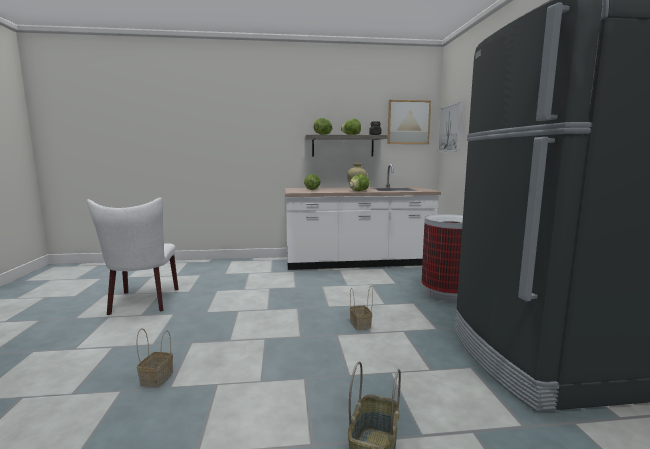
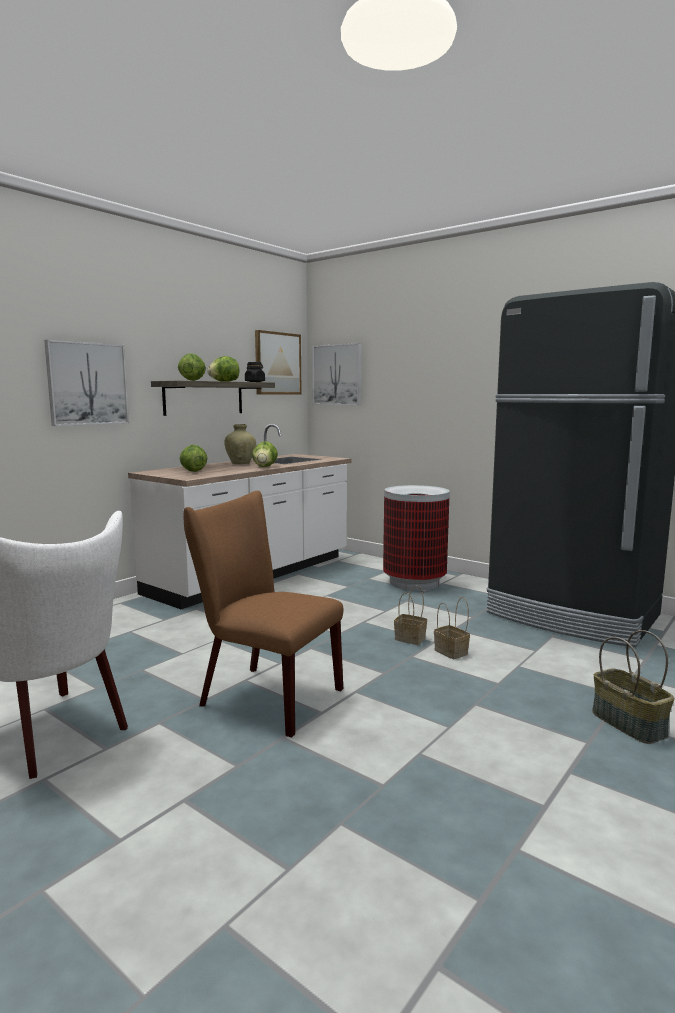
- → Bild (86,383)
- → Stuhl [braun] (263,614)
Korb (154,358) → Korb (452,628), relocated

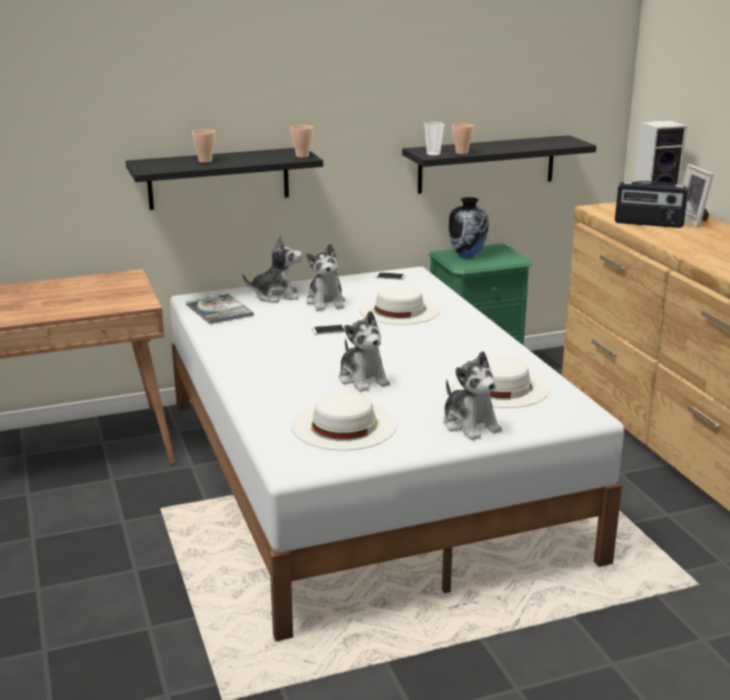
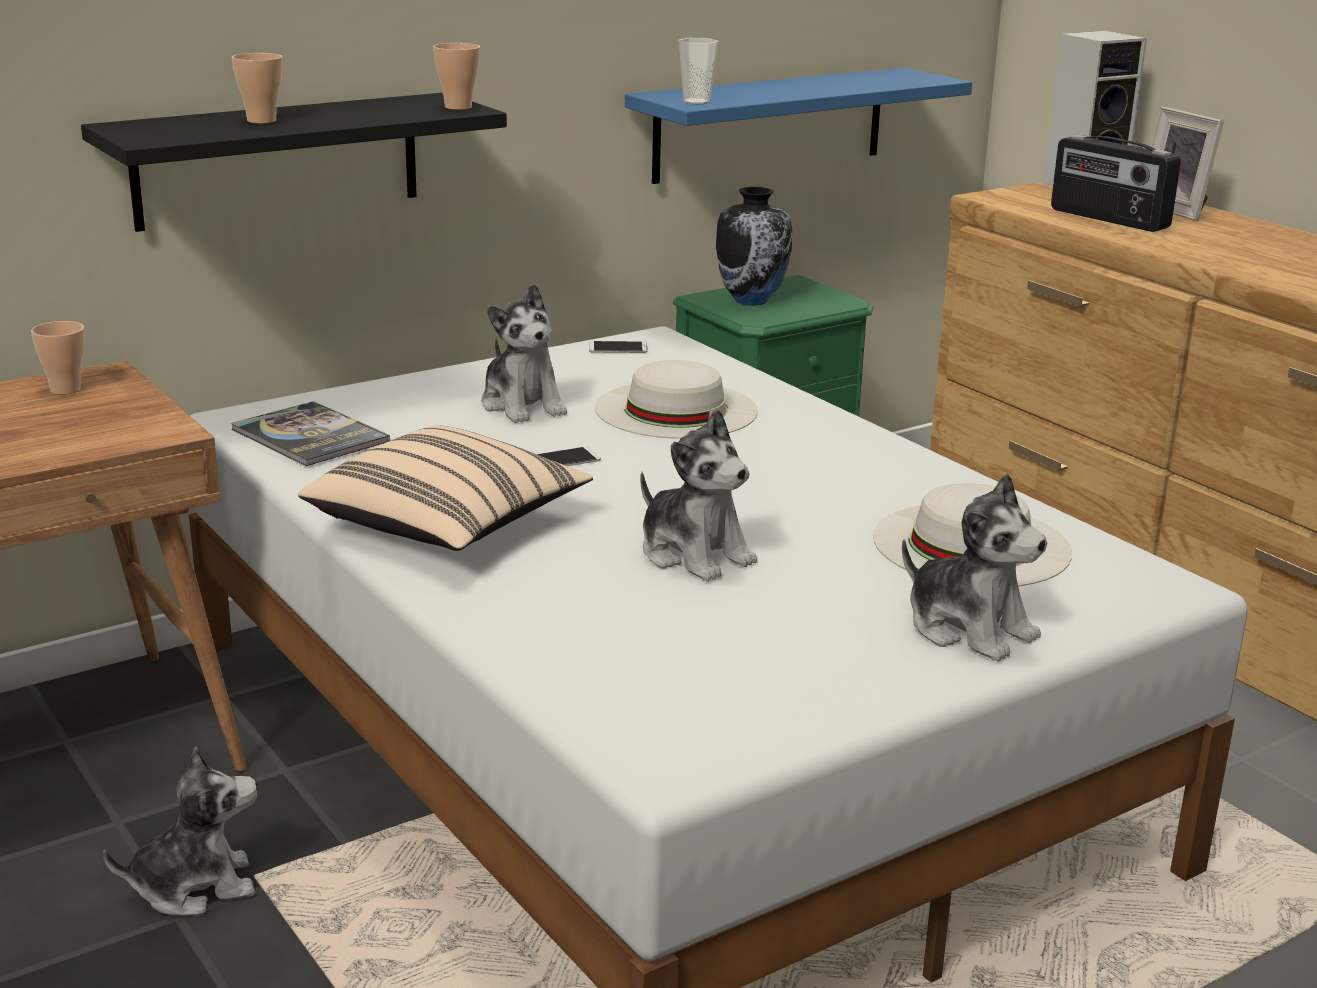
Tasse (463,138) → Tasse (58,358), relocated
Plüschtier (272,269) → Plüschtier (180,831), relocated
- → Kissen [beige] (445,488)
Wandregal [schwarz] (499,164) → Wandregal [blau] (798,125)
Radio (651,204) → Radio (1116,183), 45 degrees clockwise
Hut [weiß] (344,421) → -

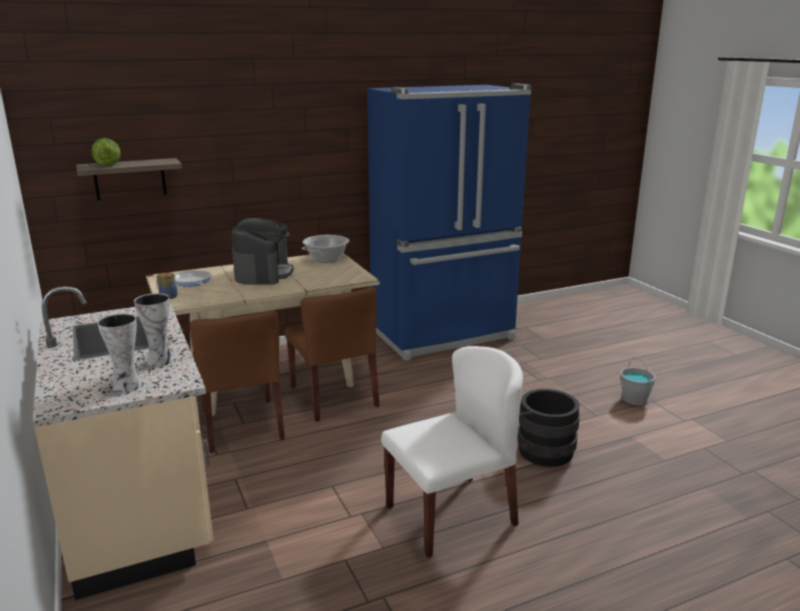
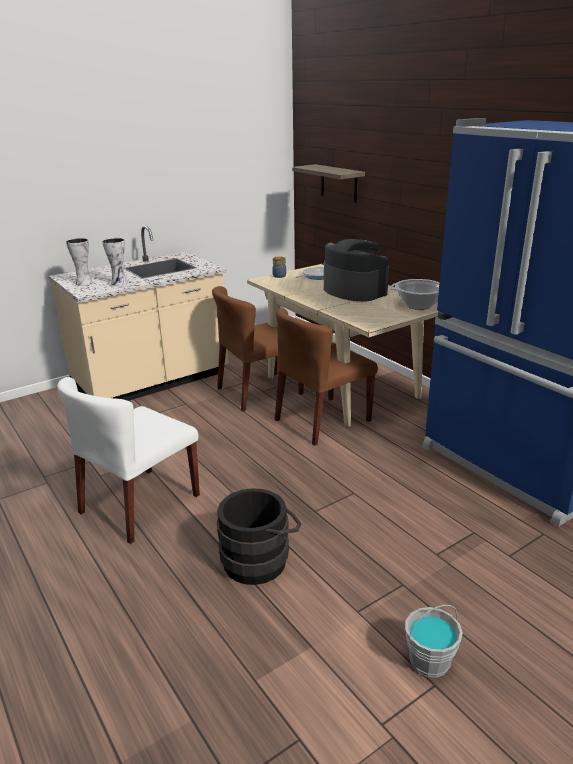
Stuhl [weiß] (452,452) → Stuhl [weiß] (128,460), 75 degrees clockwise
Kaffeemaschine (263,251) → Kaffeemaschine (356,270), 120 degrees counterclockwise
Salatkopf (106,152) → -

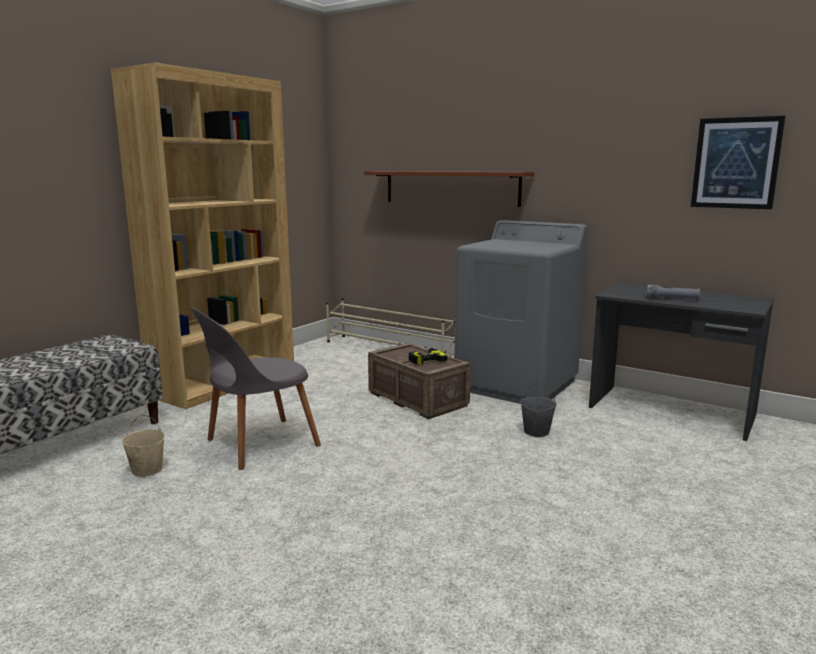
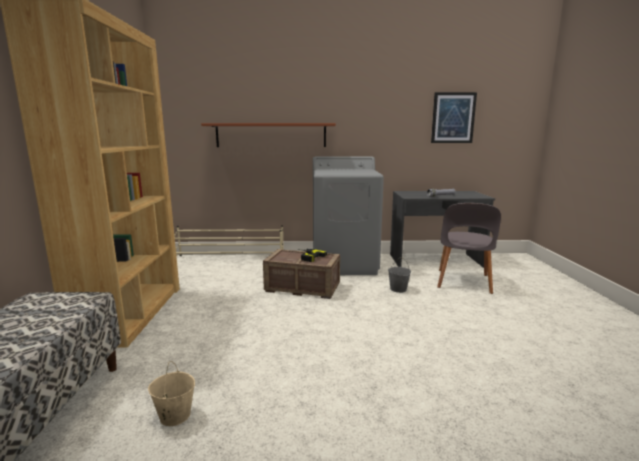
Stuhl [grau] (255,388) → Stuhl [grau] (469,248), relocated

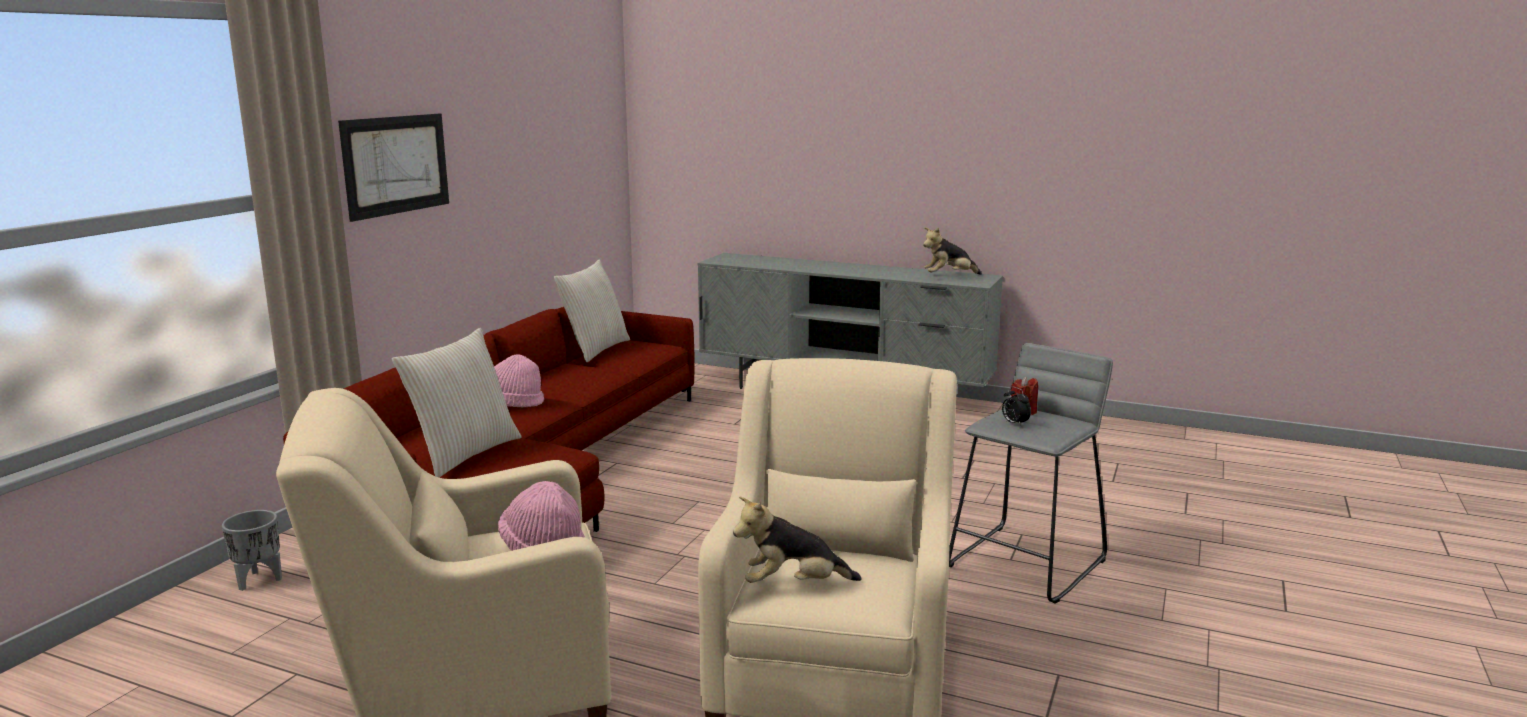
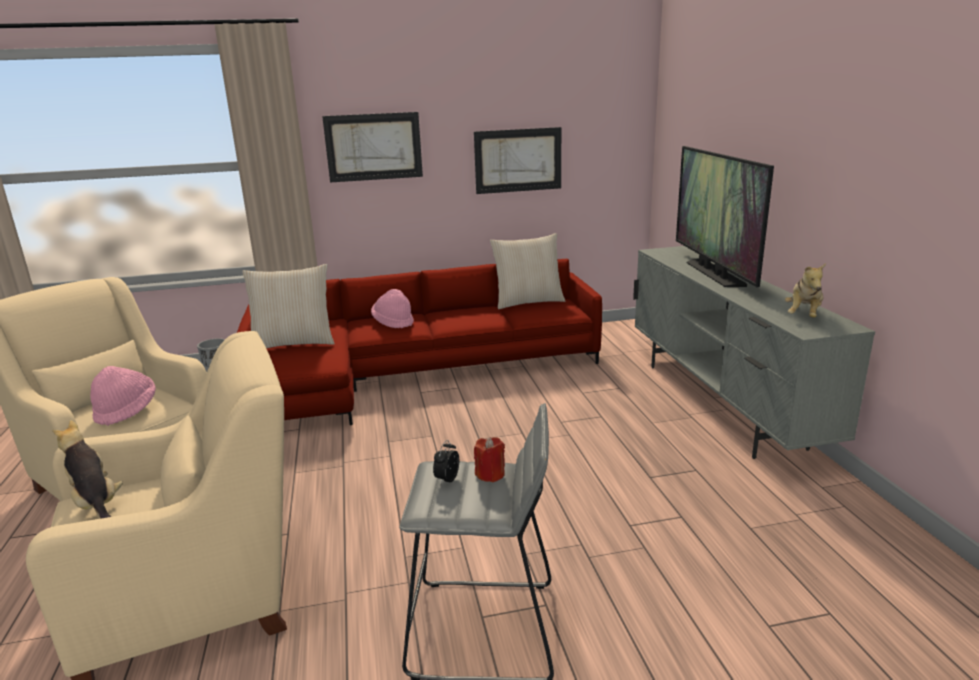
- → Bild (517,160)
- → Fernseher (725,216)
Plüschtier (952,251) → Plüschtier (805,290), 105 degrees counterclockwise

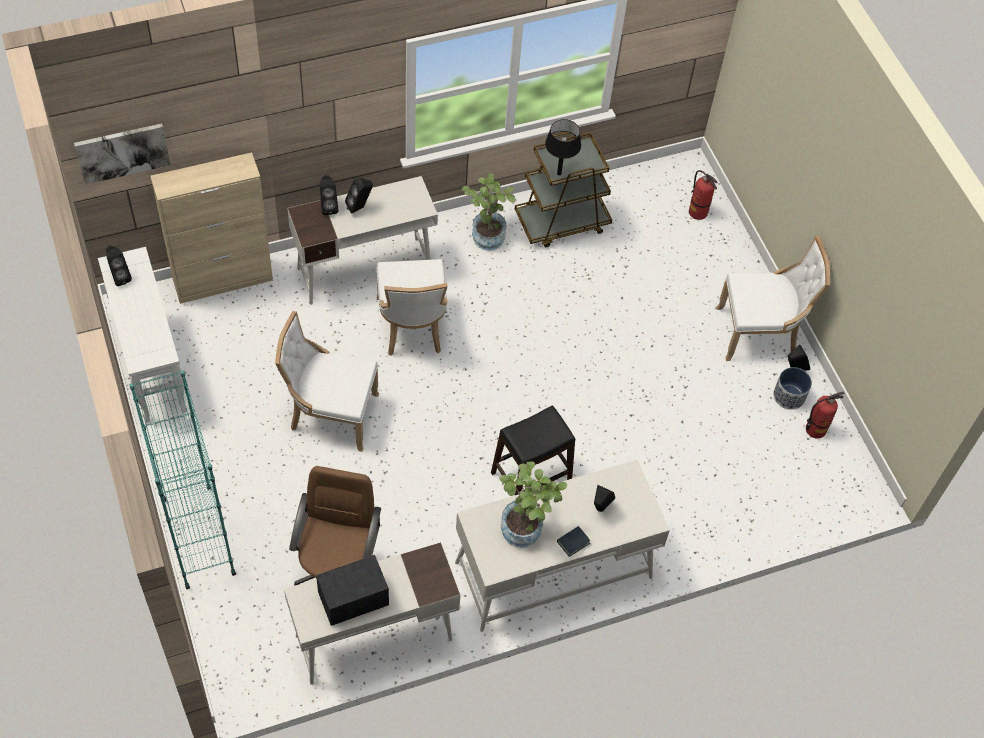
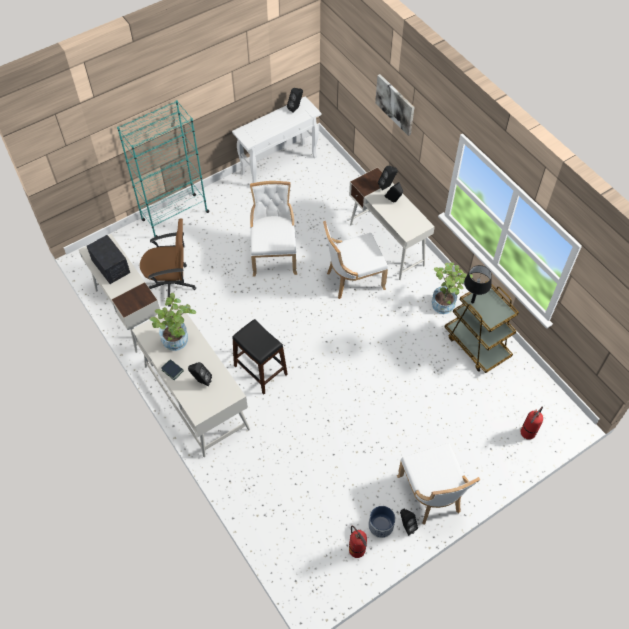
Bild (122,154) → Bild (394,105), relocated
Schrank [beige] (211,228) → -

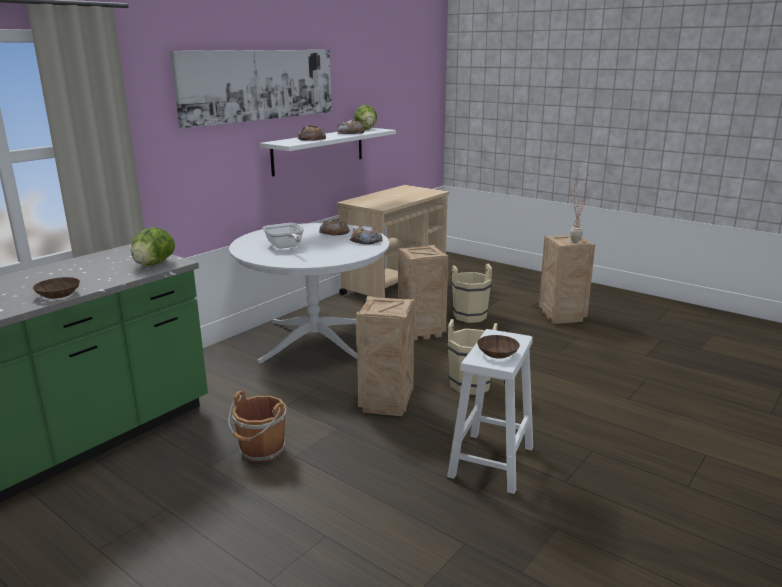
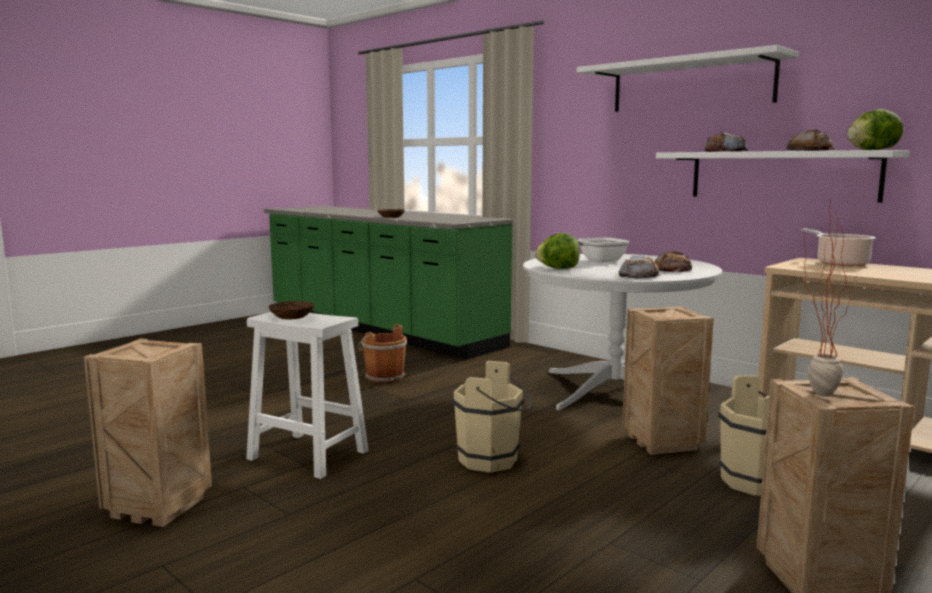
Kiste (385,356) → Kiste (148,432), relocated
Salatkopf (153,246) → Salatkopf (557,251), relocated
Bild (251,89) → Wandregal [weiß] (688,78)
- → Kochtopf (838,247)

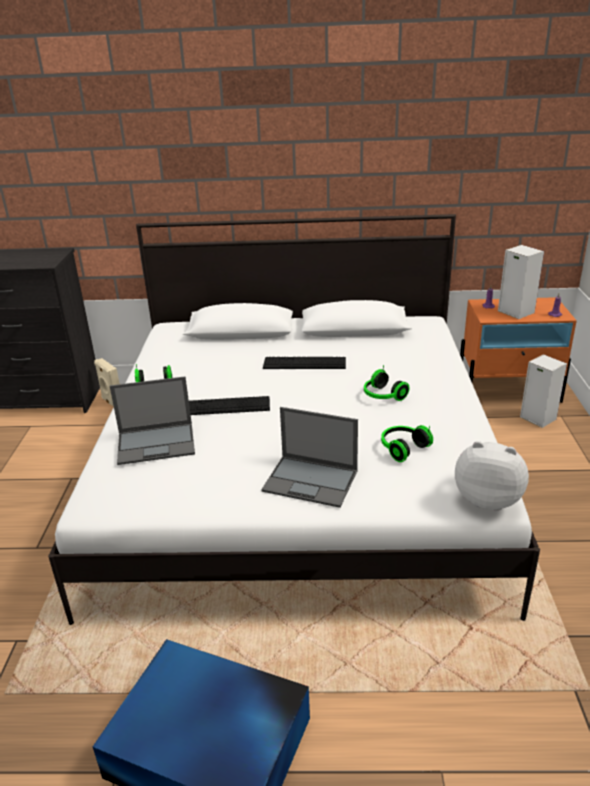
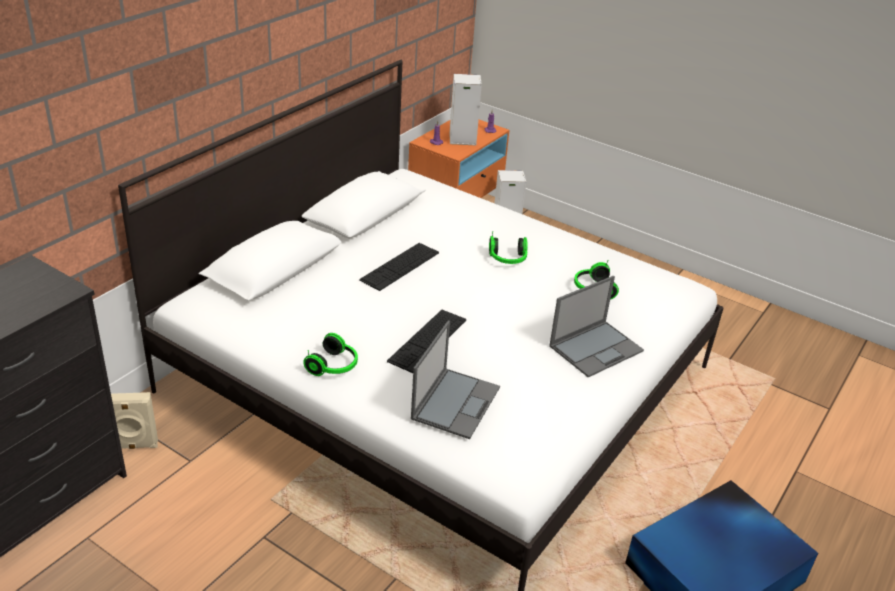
Plüschtier (492,476) → -

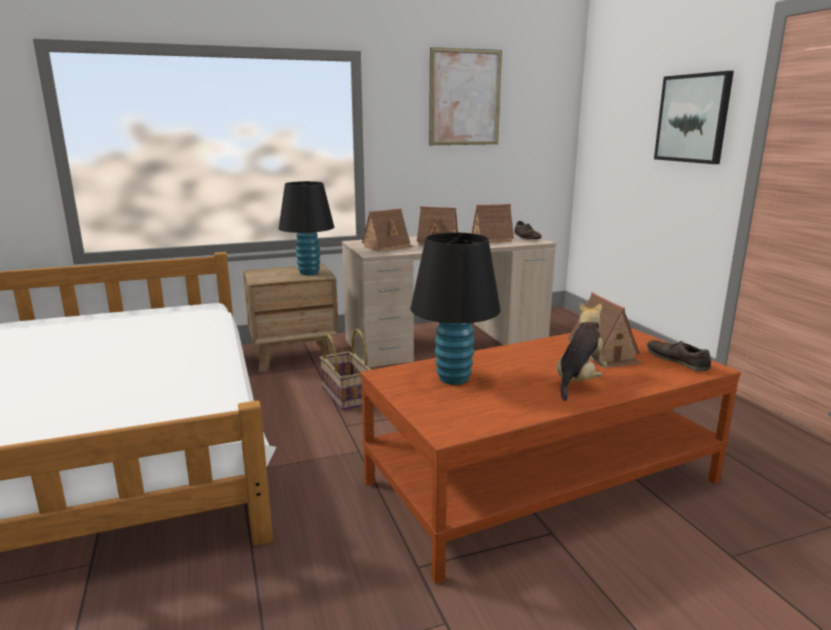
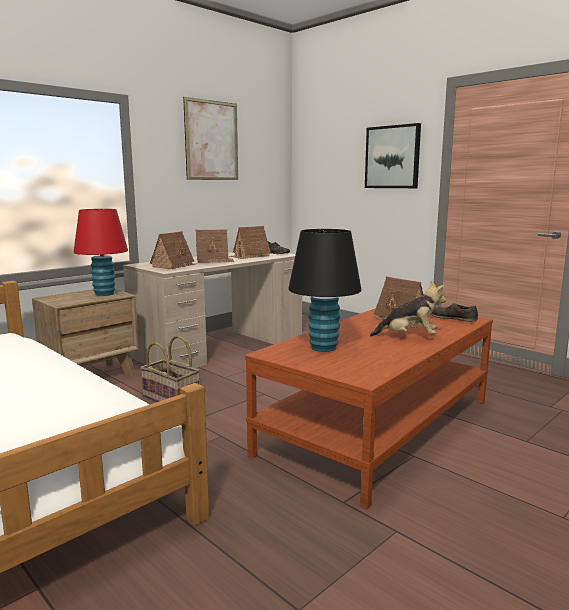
Tischlampe [schwarz] (306,228) → Tischlampe [rot] (100,252)
Plüschtier (582,351) → Plüschtier (408,308), 90 degrees clockwise

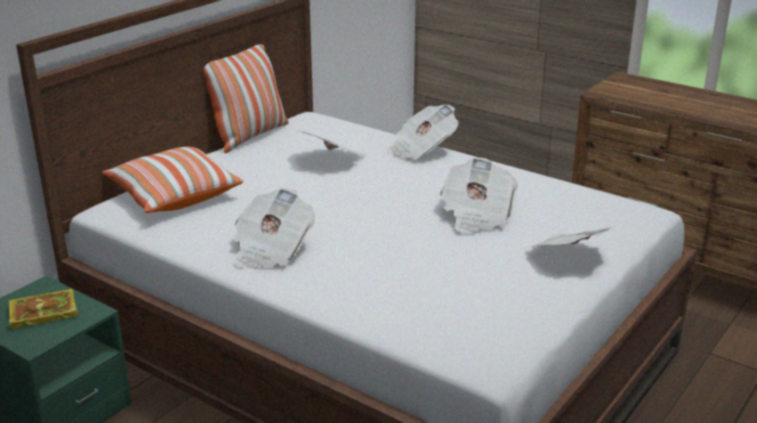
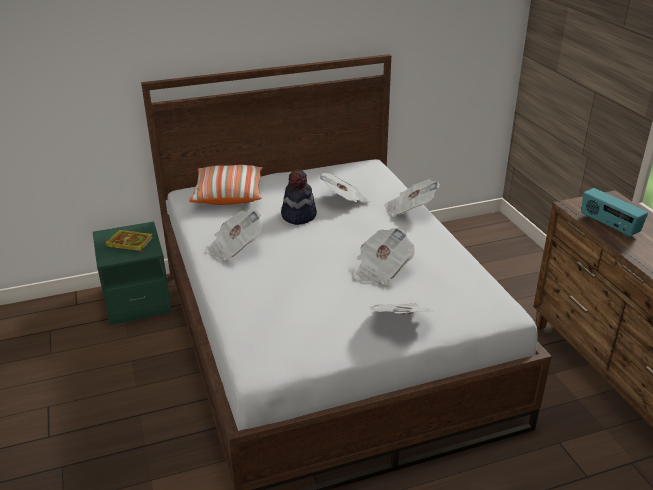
- → Hut (299,197)
- → Radio (614,213)
Kissen (246,98) → -

